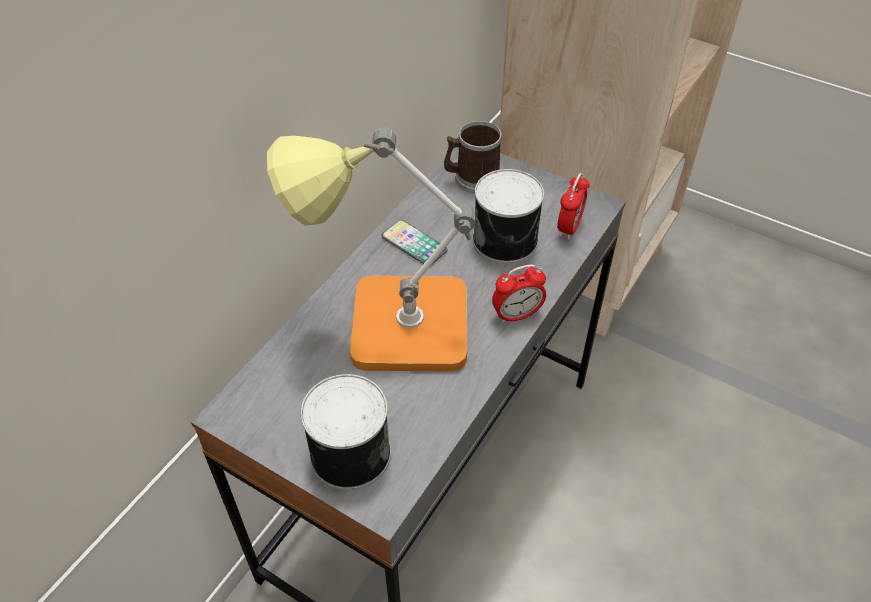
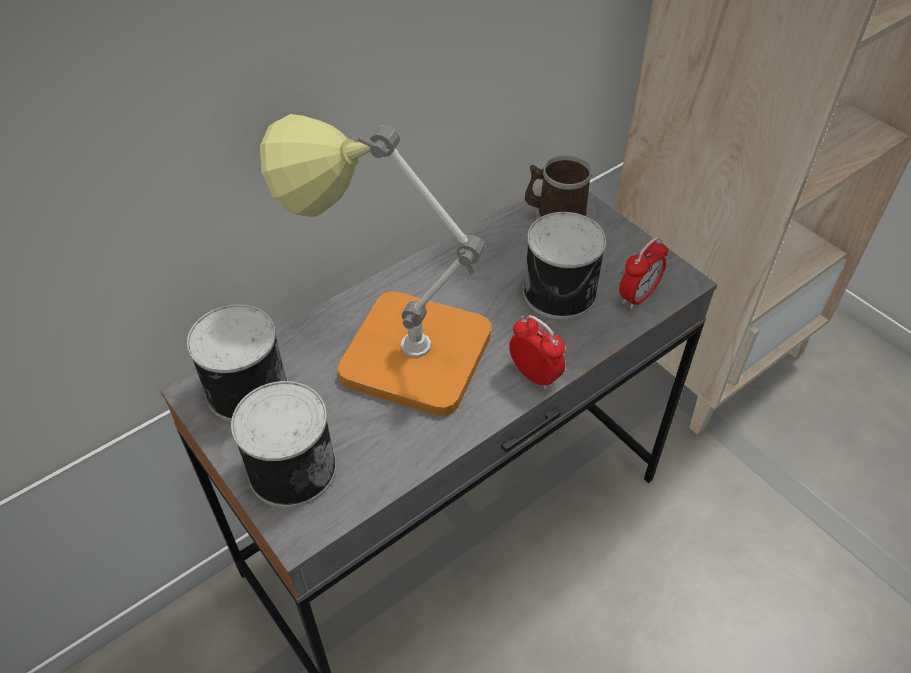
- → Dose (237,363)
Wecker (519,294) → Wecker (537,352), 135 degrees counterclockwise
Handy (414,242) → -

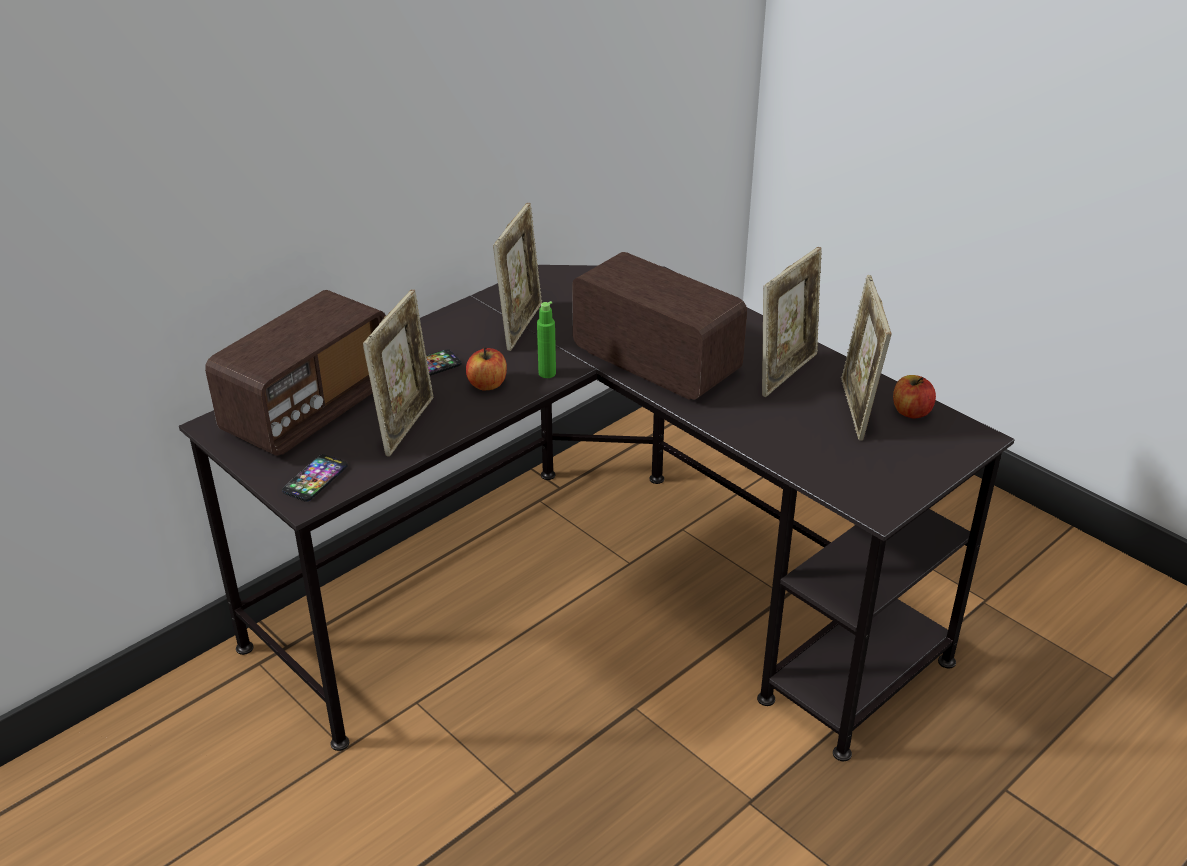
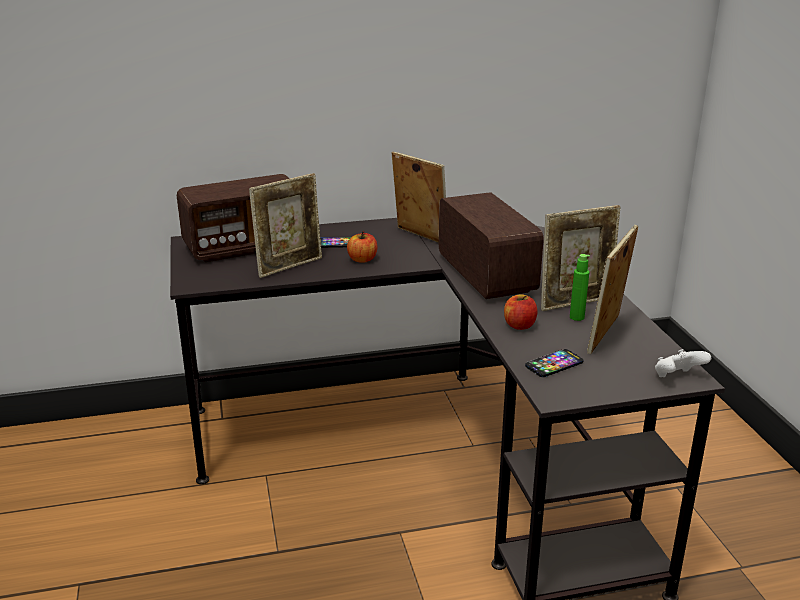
Bilderrahmen (517,277) → Bilderrahmen (419,197), 90 degrees counterclockwise
Apfel (914,397) → Apfel (520,312), relocated
Handy (314,478) → Handy (554,363), relocated
Flasche [grün] (546,339) → Flasche [grün] (580,287), relocated
- → Gamepad [weiß] (683,363)

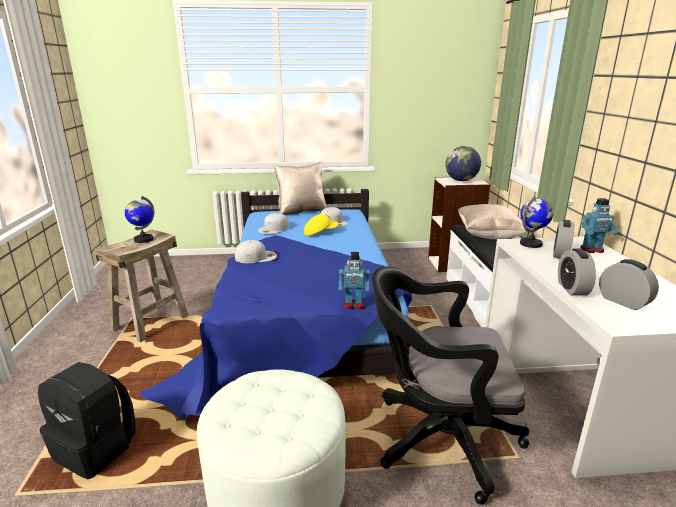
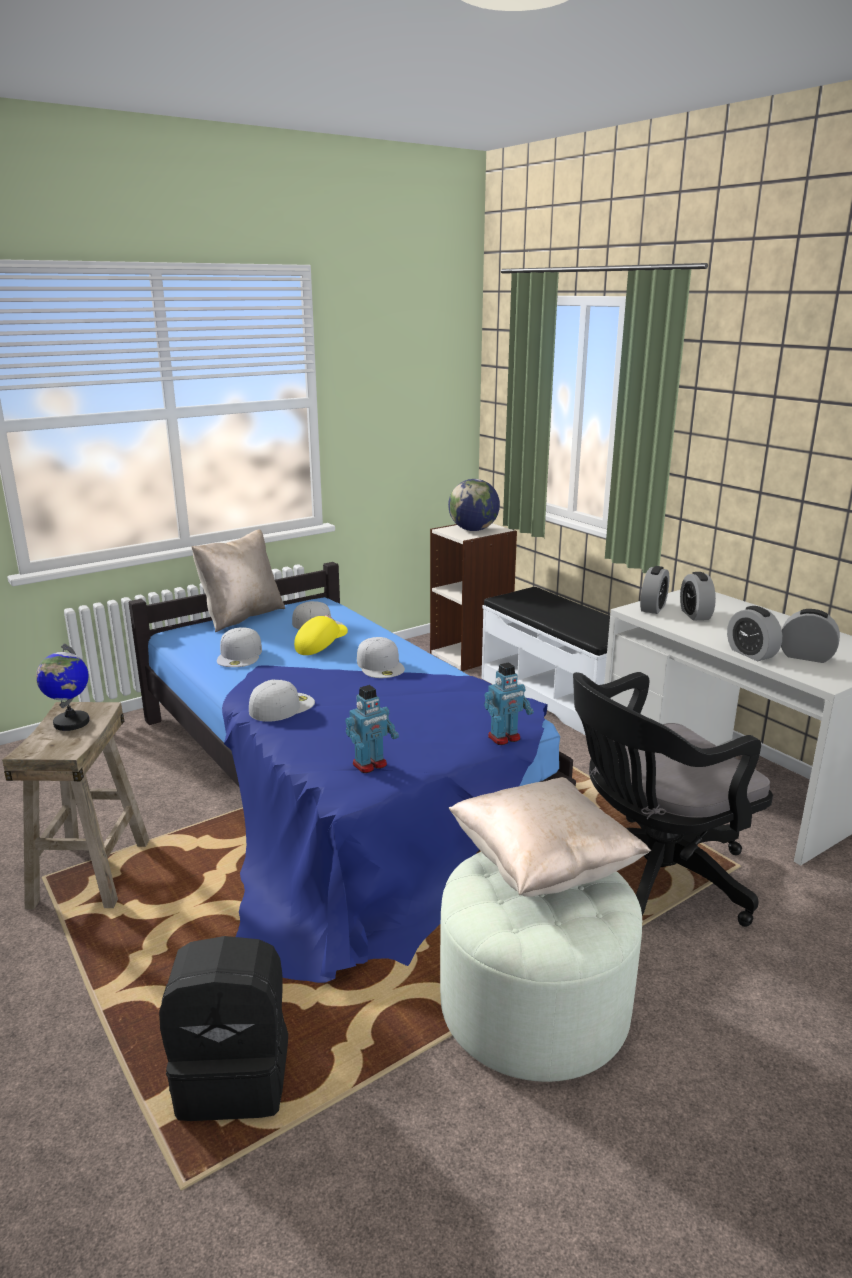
Spielzeugroboter (599,225) → Spielzeugroboter (372,729), relocated
- → Kappe [weiß] (381,657)
Kissen [beige] (493,221) → Kissen [beige] (550,837), relocated
Globus (536,222) → Wecker (654,590)

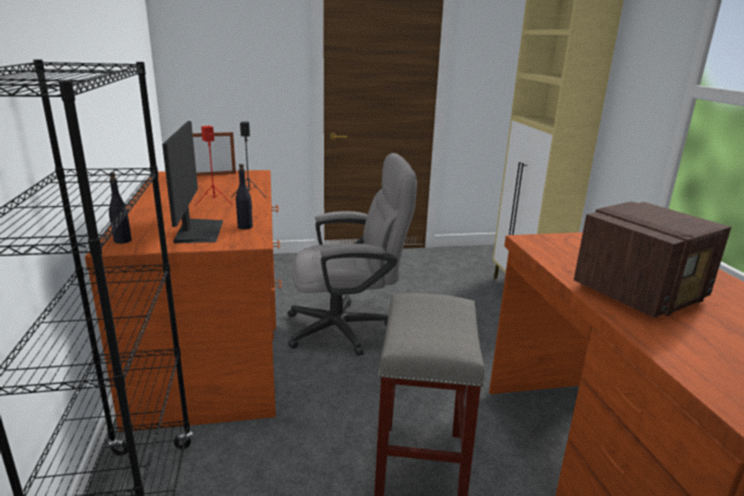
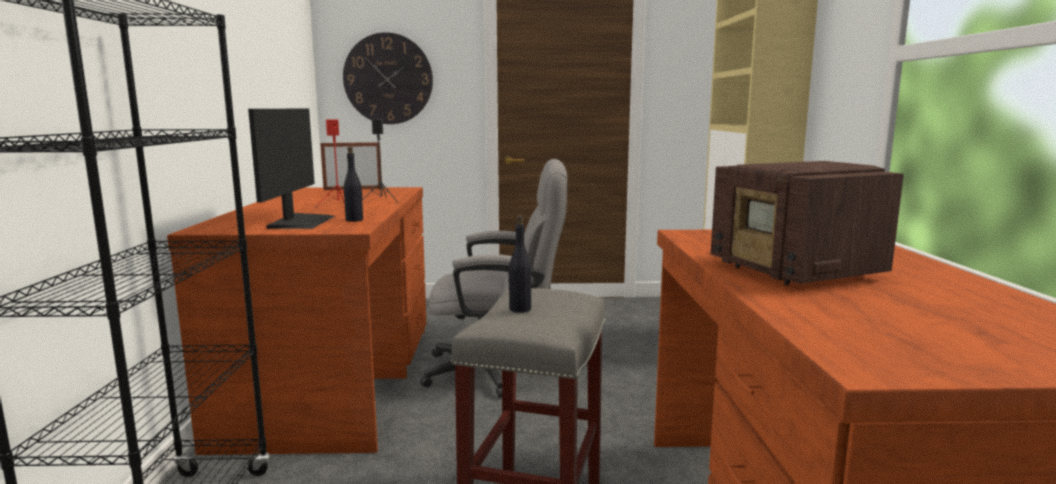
- → Wanduhr (388,78)
Flasche [schwarz] (120,208) → Flasche [schwarz] (519,264), relocated
Radio (652,260) → Radio (807,223), 90 degrees clockwise

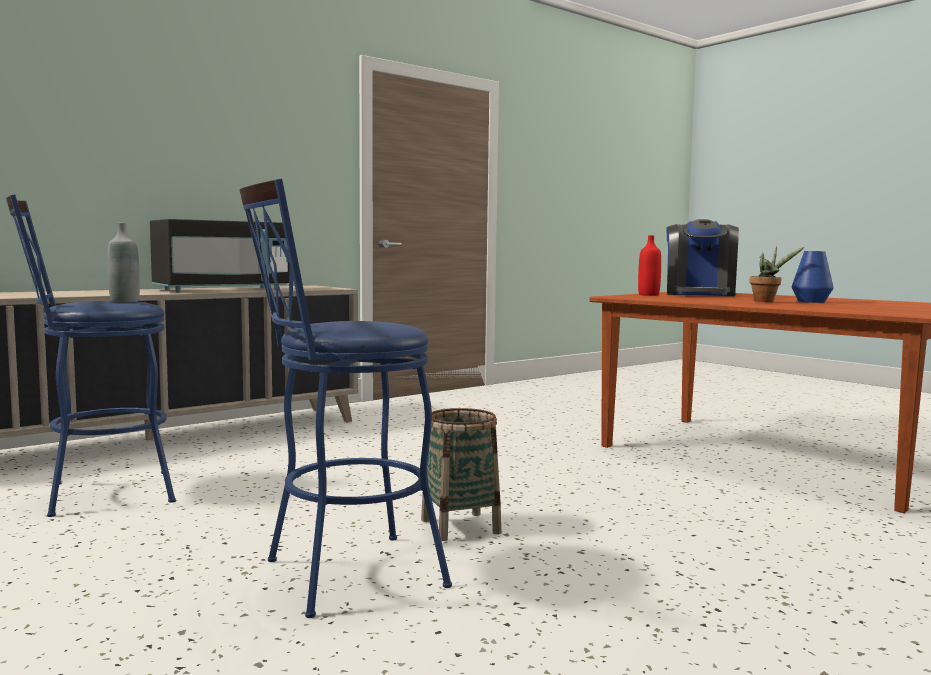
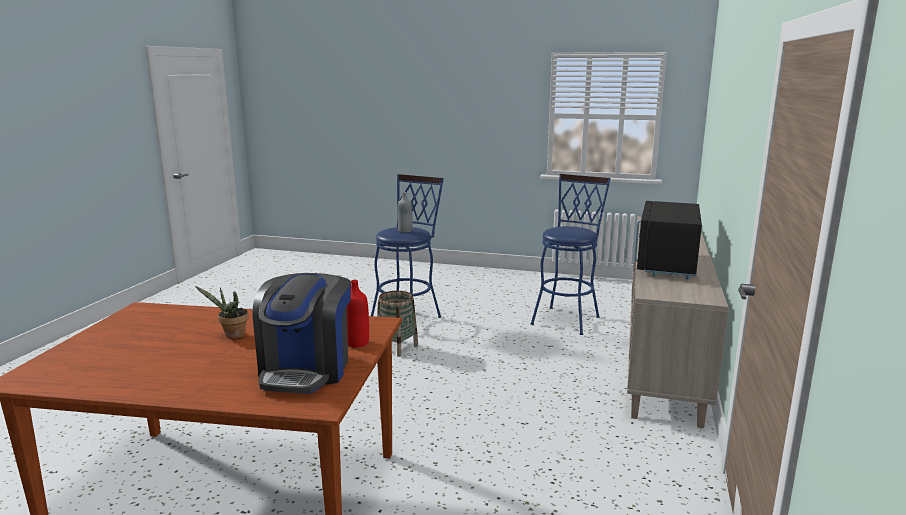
Kaffeemaschine (702,257) → Kaffeemaschine (301,333), 150 degrees counterclockwise
Flasche [grau] (124,262) → Flasche [grau] (405,212), relocated
Vase [blau] (813,277) → -

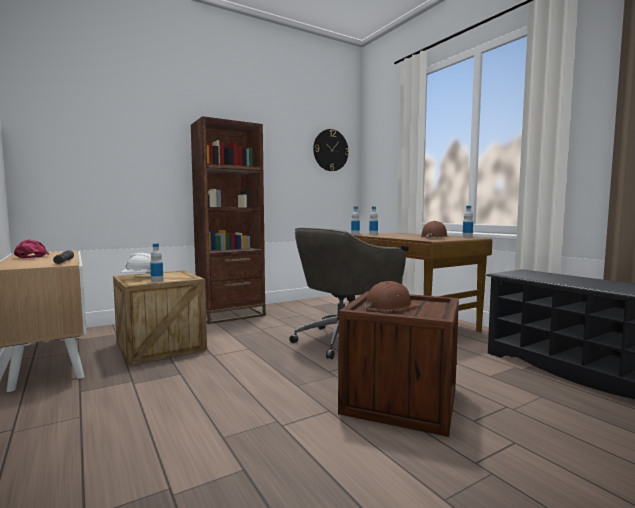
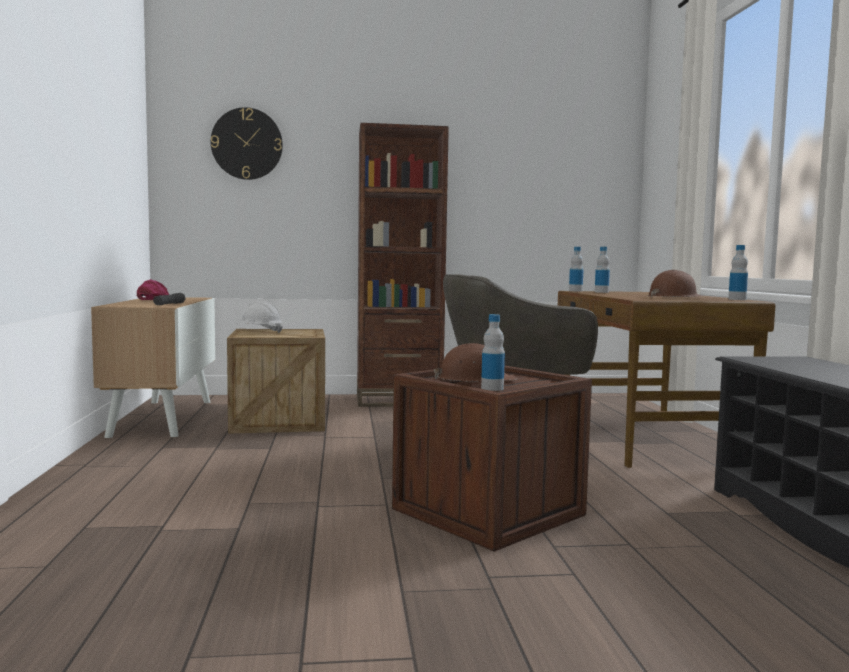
Wanduhr (331,150) → Wanduhr (247,143), relocated
Flasche (157,262) → Flasche (493,352), relocated

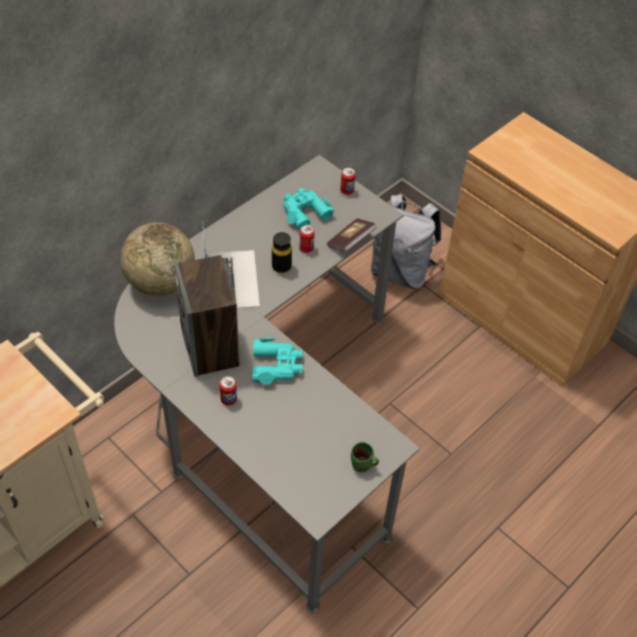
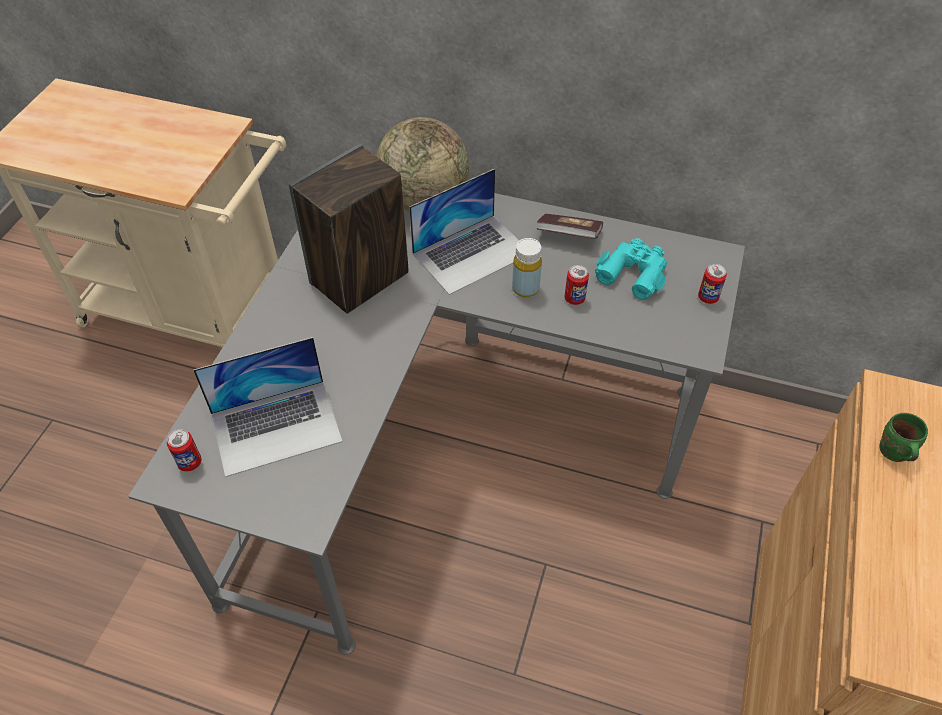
Dose (228,391) → Dose (184,450), relocated
- → Laptop (268,407)
Flasche [schwarz] (282,253) → Flasche [gelb] (527,267)
Buch (352,235) → Buch (570,226), relocated
Henkelbecher [grün] (365,457) → Henkelbecher [grün] (903,437), relocated
Fernglas [türkis] (277,361) → -
Rucksack [grau] (406,242) → -

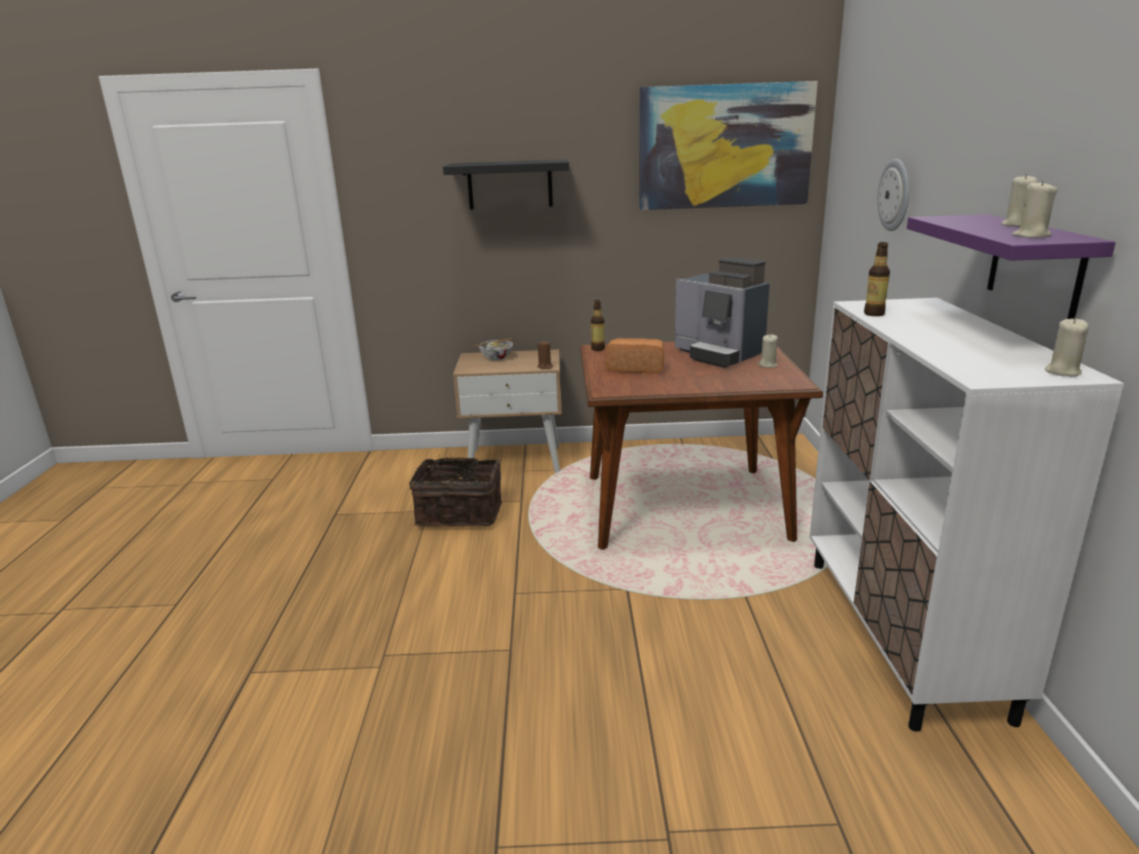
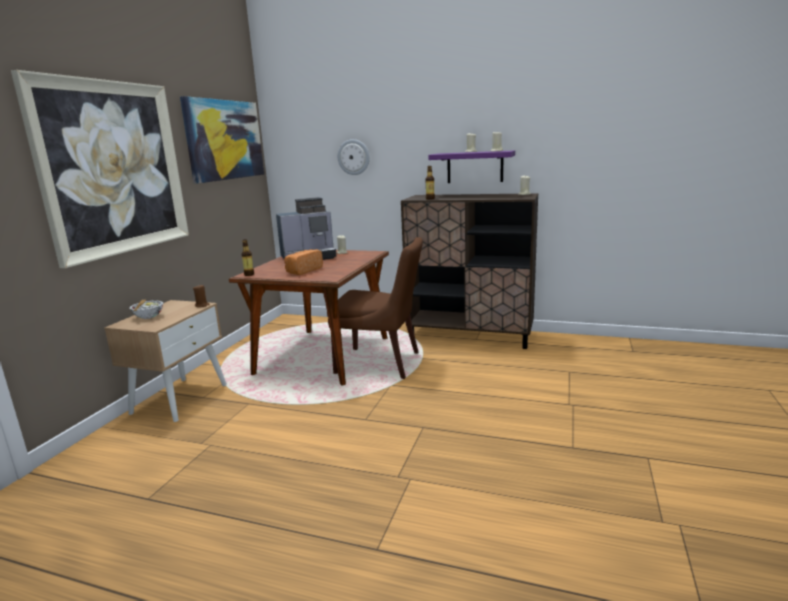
Wandregal [schwarz] (506,184) → Bild (100,169)
- → Stuhl [braun] (375,308)
Schrank [weiß] (967,515) → Schrank [braun] (469,271)
Korb (455,491) → -

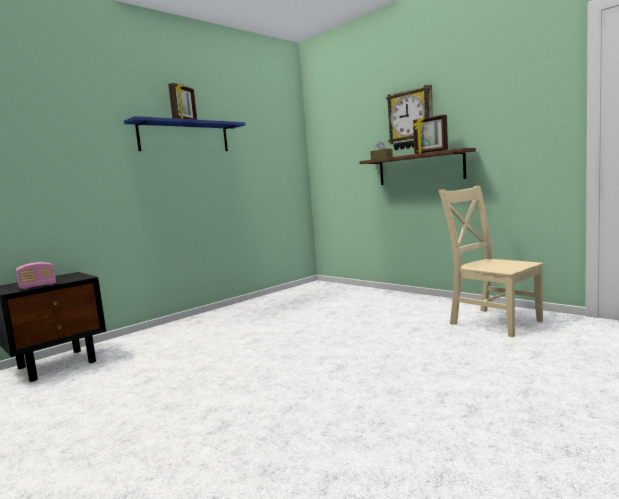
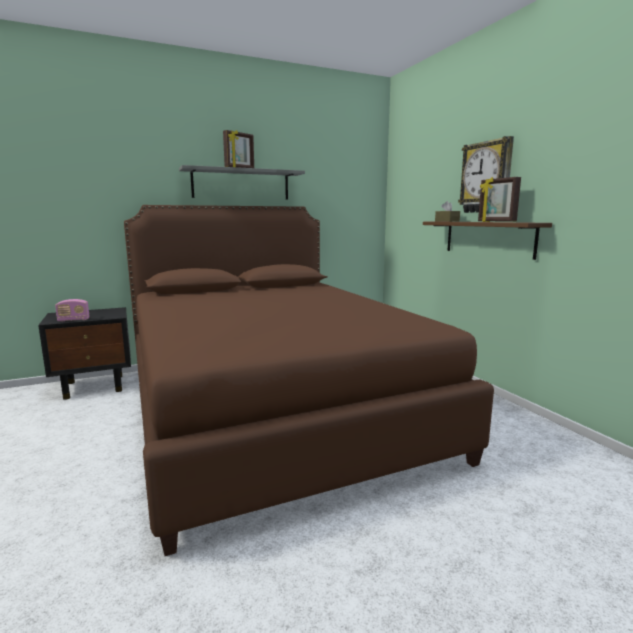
- → Bett [braun] (309,380)
Wandregal [blau] (185,133) → Wandregal [grau] (242,182)
Stuhl [beige] (491,261) → -

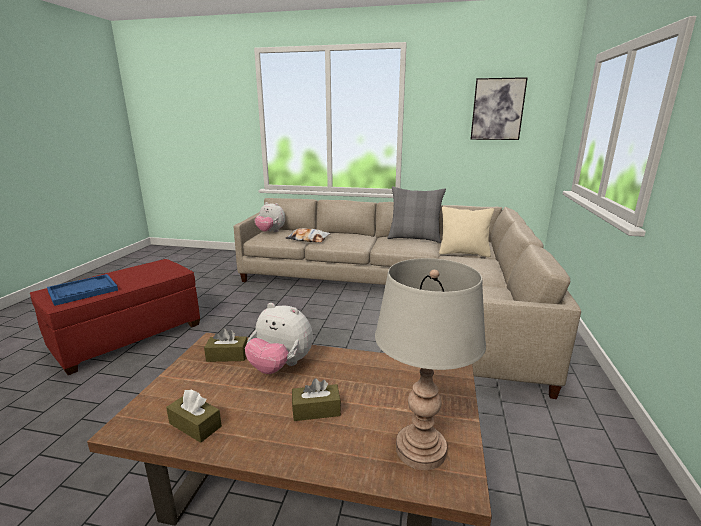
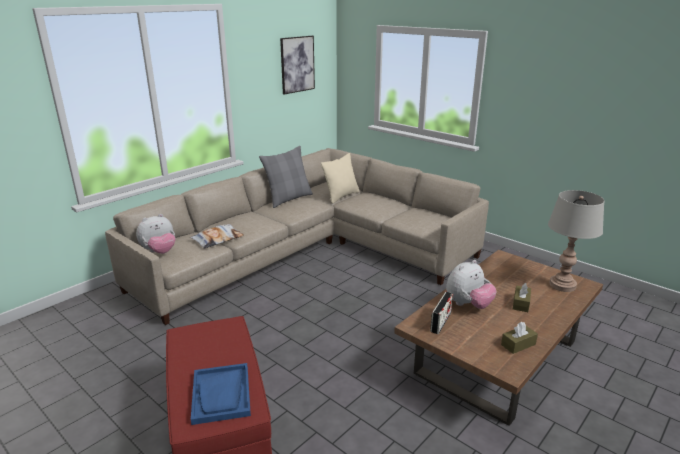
Taschentuchbox [braun] (225,345) → Radio (441,313)

